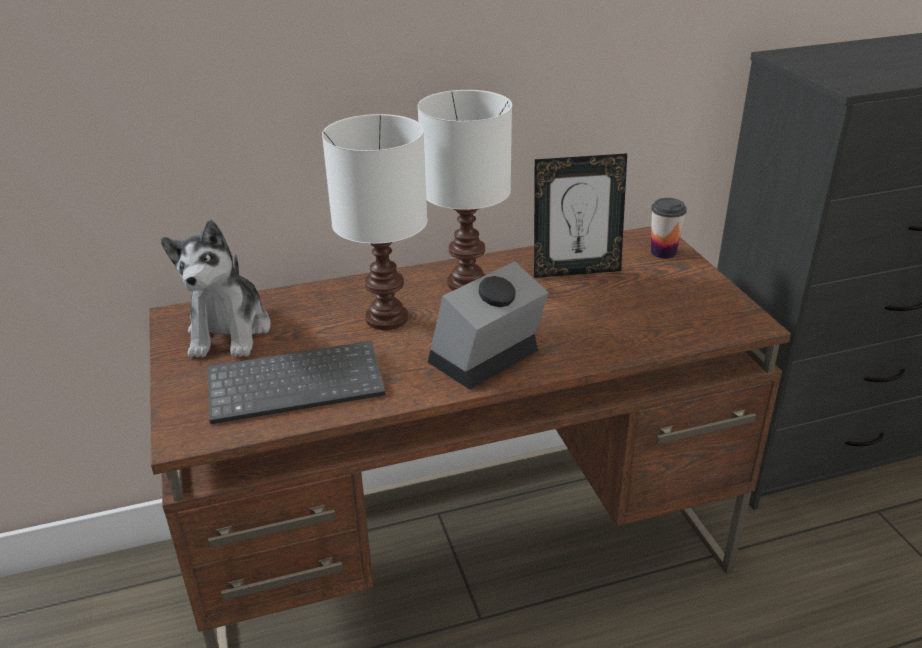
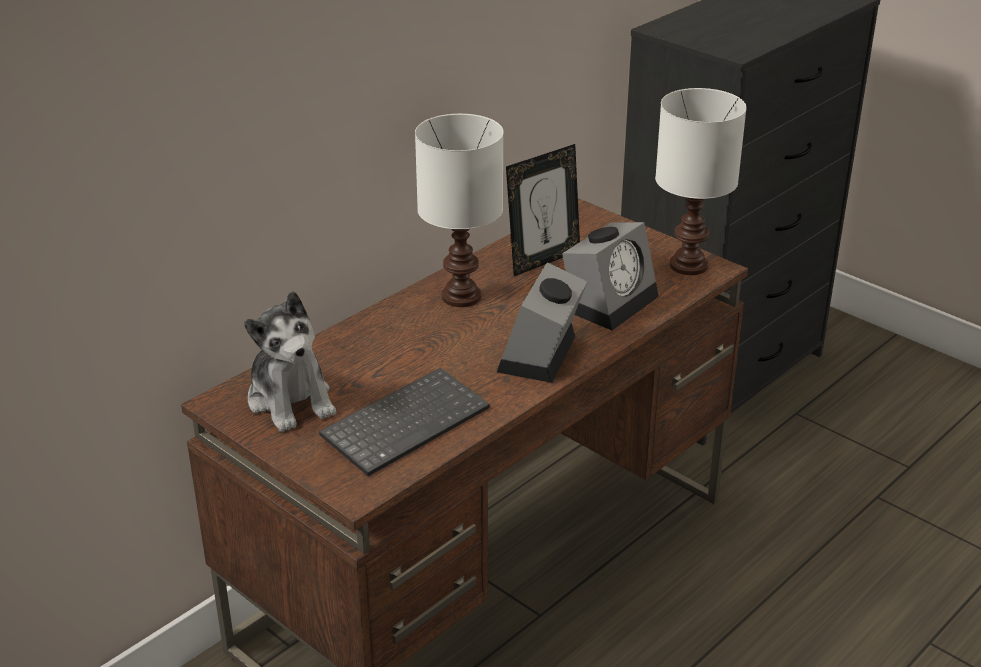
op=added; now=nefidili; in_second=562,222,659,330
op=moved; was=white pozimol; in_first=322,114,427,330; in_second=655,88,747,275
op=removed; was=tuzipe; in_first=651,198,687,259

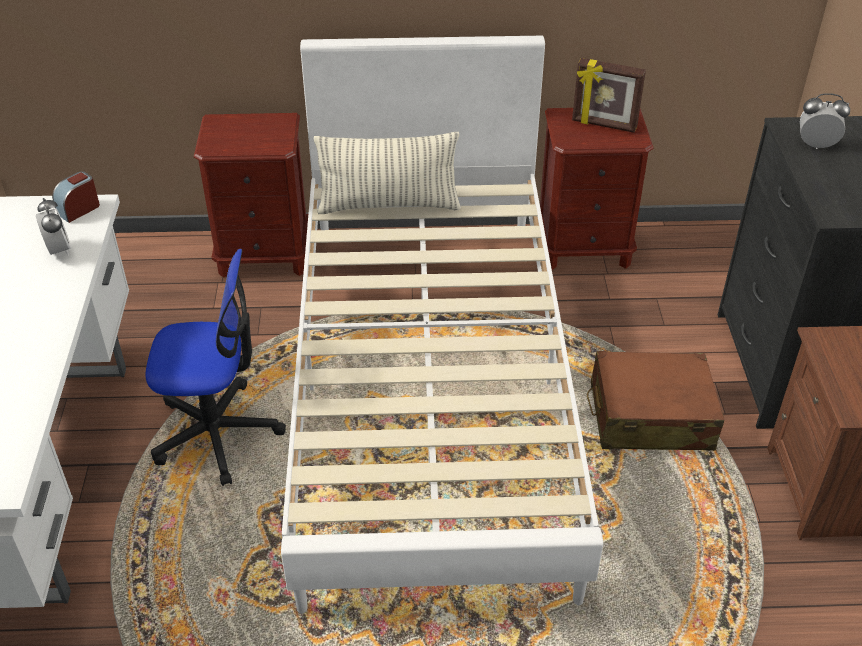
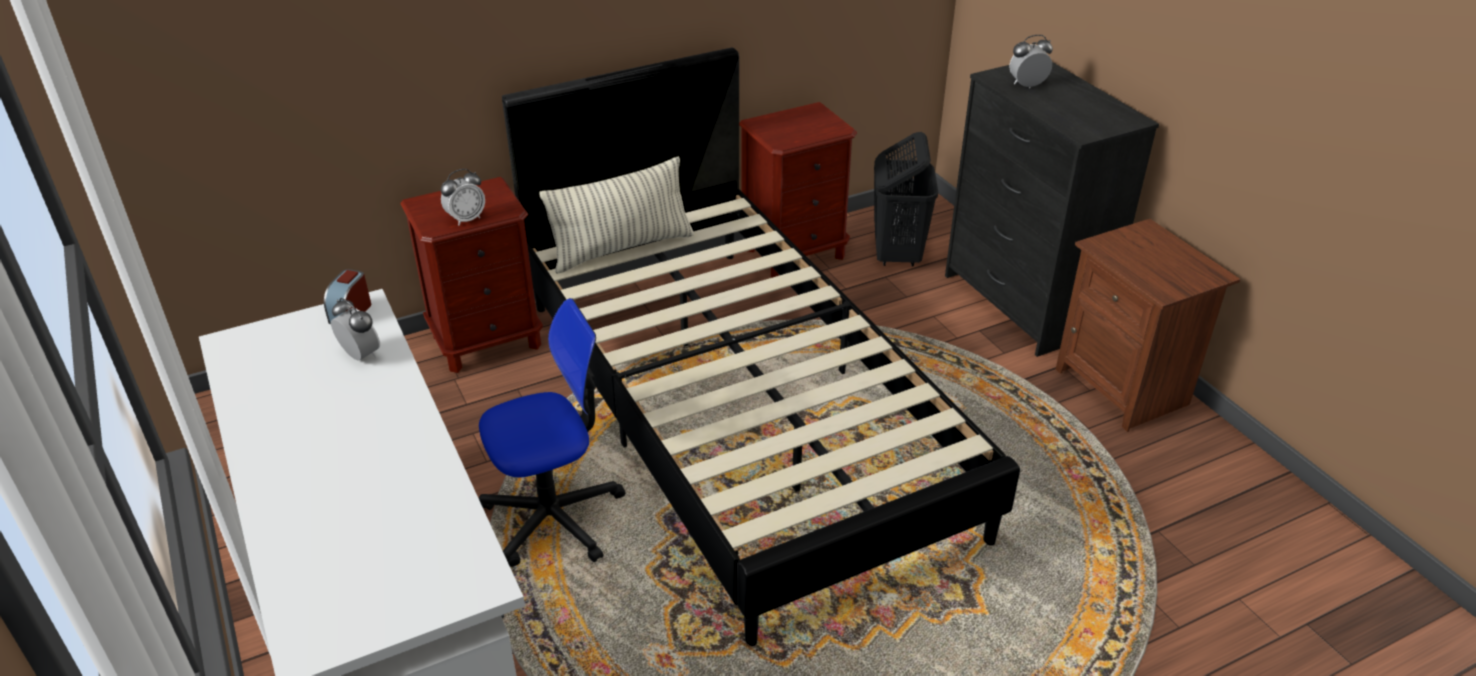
op=added; now=nefidili; in_second=441,169,485,226
op=recoloured; was=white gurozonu; now=black gurozonu; in_first=281,36,603,614; in_second=502,48,1020,646
op=added; now=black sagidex; in_second=874,132,938,267
op=removed; was=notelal; in_first=572,58,646,133
op=removed; was=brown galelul; in_first=587,351,725,451

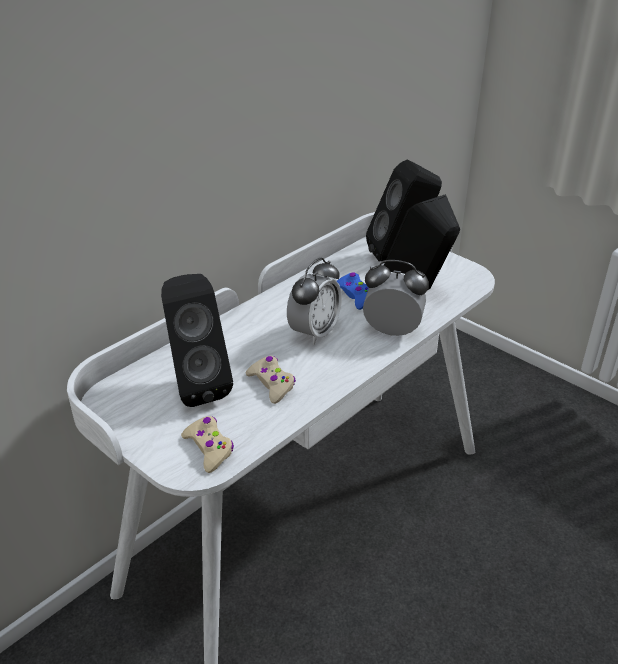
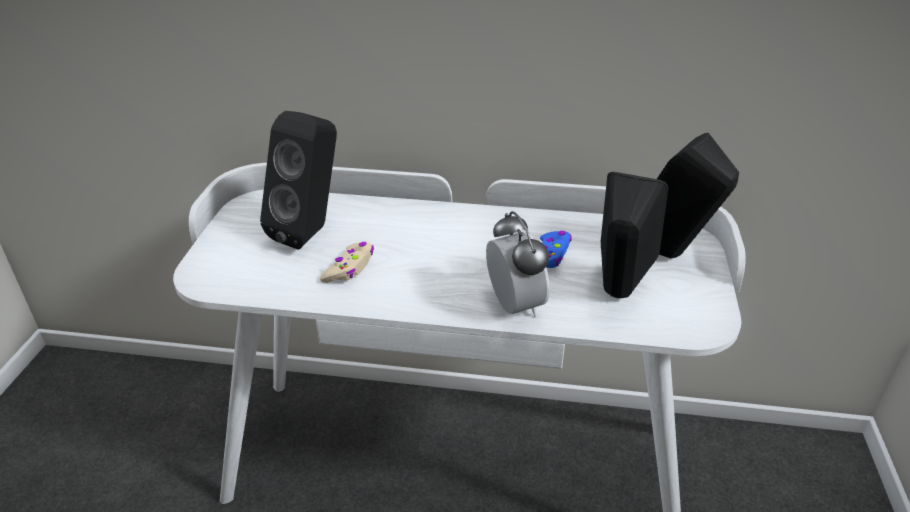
op=removed; was=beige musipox; in_first=181,416,234,473
op=removed; was=nefidili; in_first=287,258,342,345

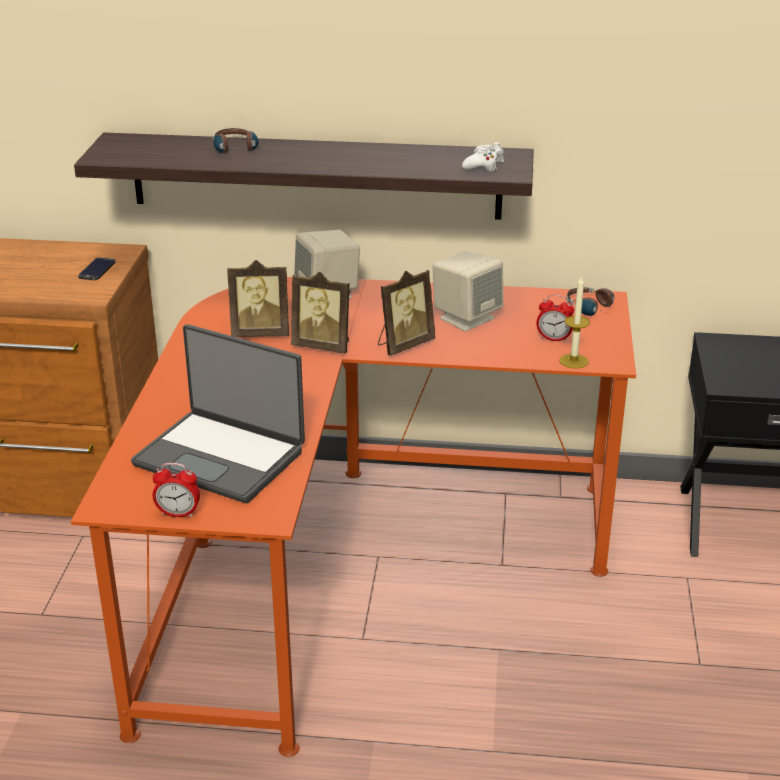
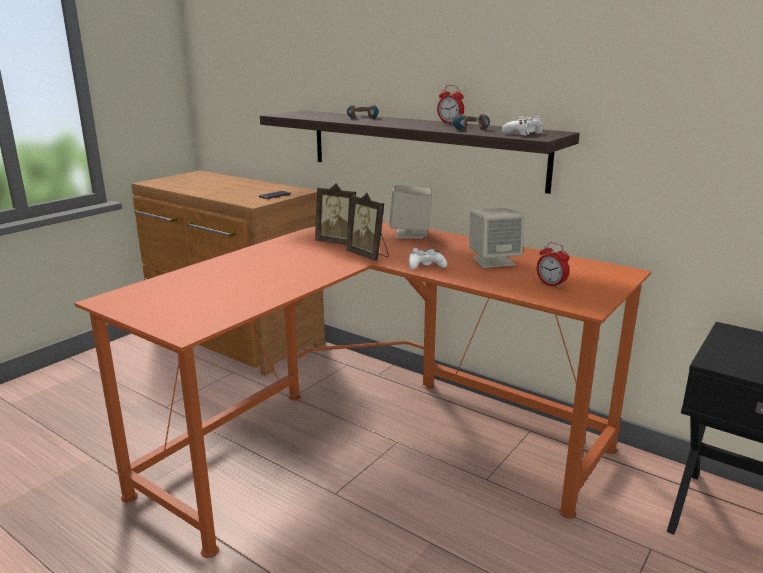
op=replaced; was=notelal; now=white musipox; in_first=378,270,435,356; in_second=409,248,447,269
op=moved; was=nefidili; in_first=153,463,200,518; in_second=437,85,464,123
op=moved; was=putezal; in_first=567,287,614,316; in_second=451,114,490,130
op=removed; was=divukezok; in_first=131,324,305,503
op=removed; was=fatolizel; in_first=559,275,590,368

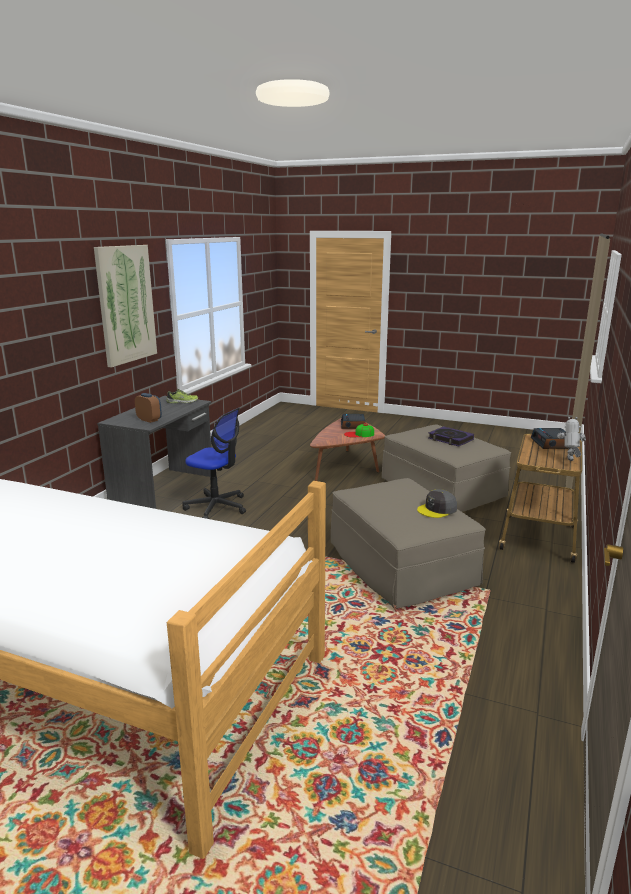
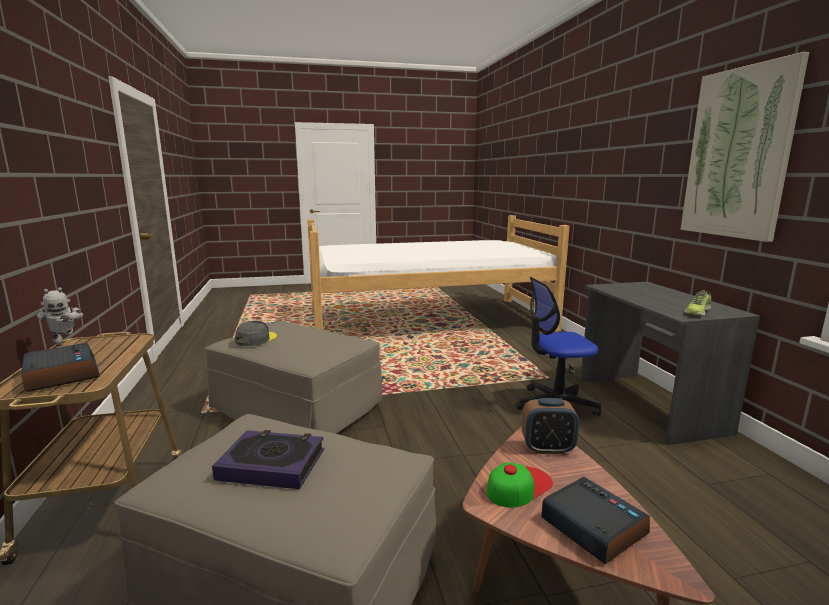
op=moved; was=nefidili; in_first=135,393,162,423; in_second=522,398,579,454

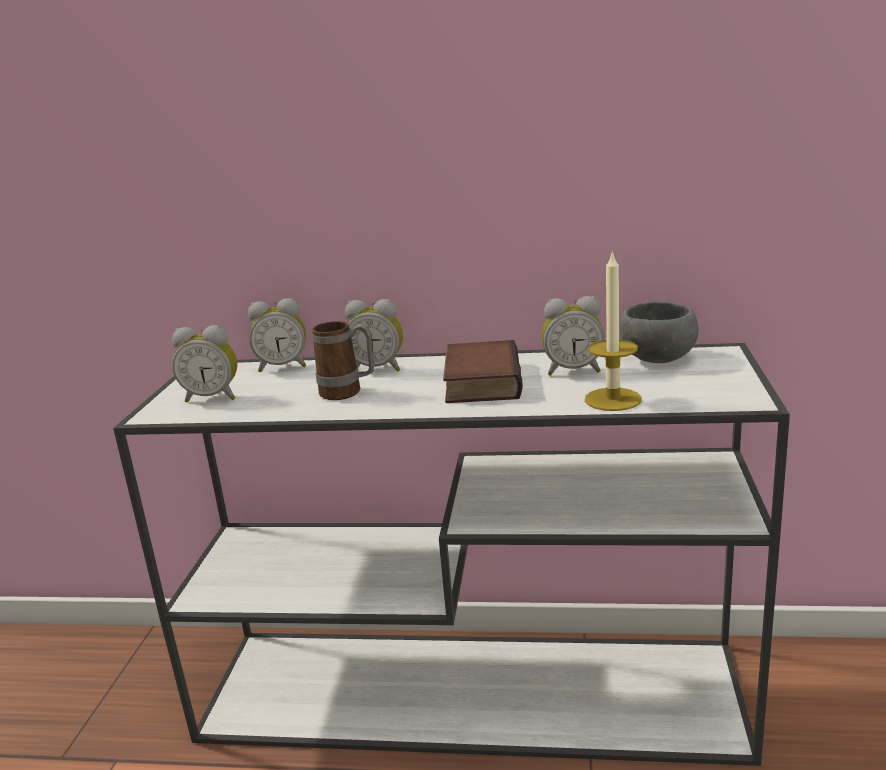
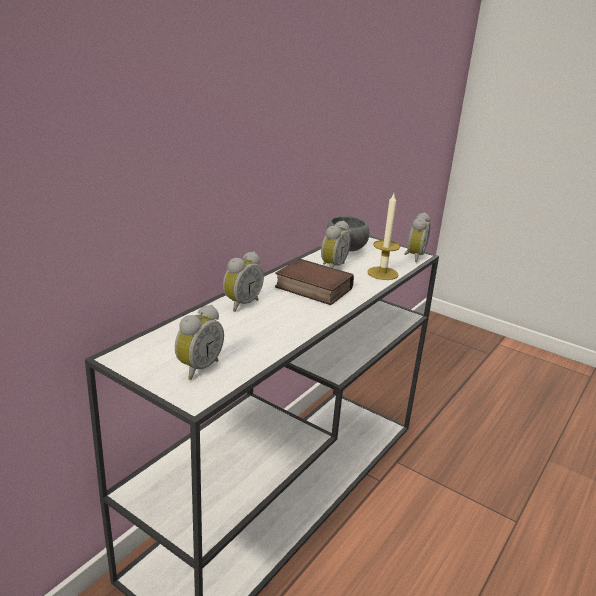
op=moved; was=nefidili; in_first=248,298,306,372; in_second=404,212,430,262
op=removed; was=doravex; in_first=312,321,374,400

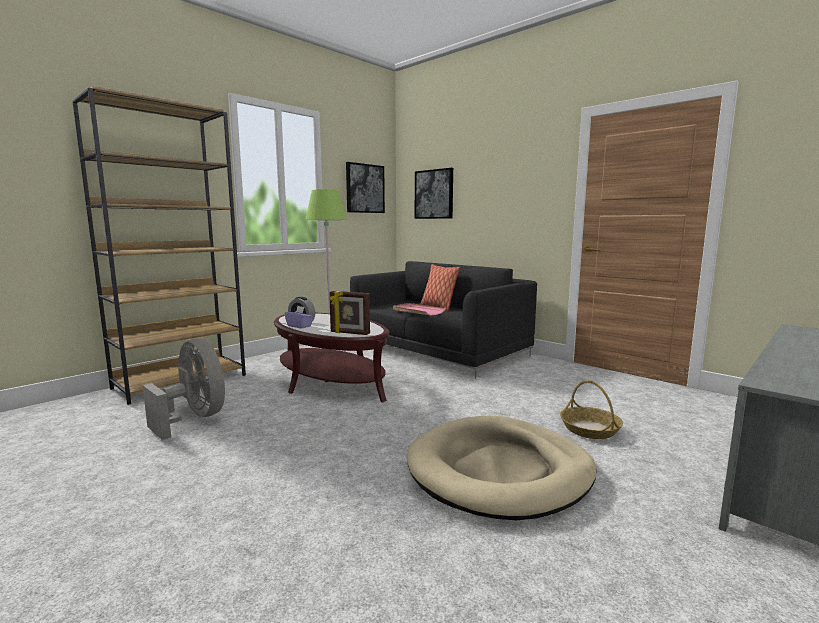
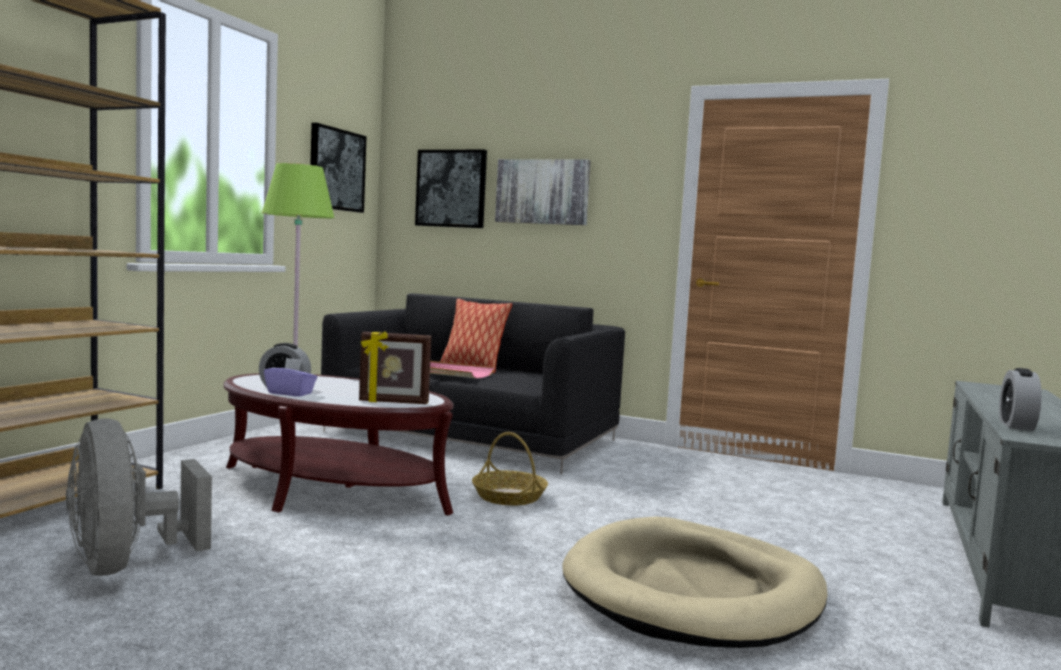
op=turned; was=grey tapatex; in_first=143,339,225,440; in_second=66,418,212,576; clockwise=-150
op=moved; was=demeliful; in_first=560,380,623,439; in_second=472,432,548,506
op=added; now=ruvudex; in_second=495,159,591,225
op=added; now=nefidili; in_second=999,368,1042,431

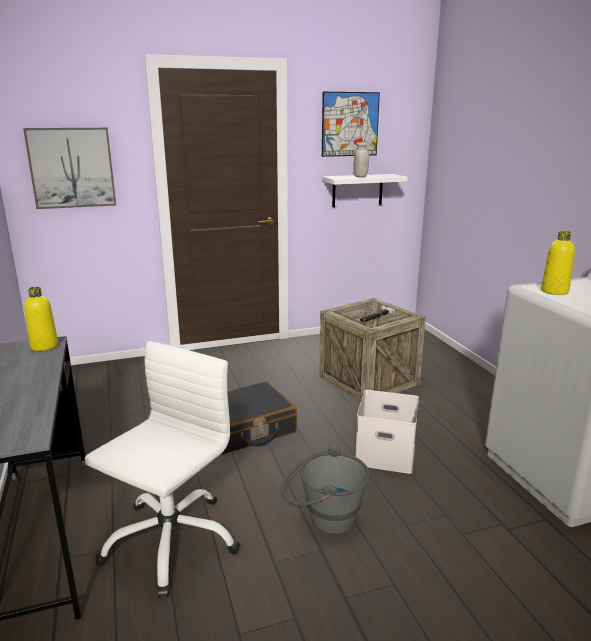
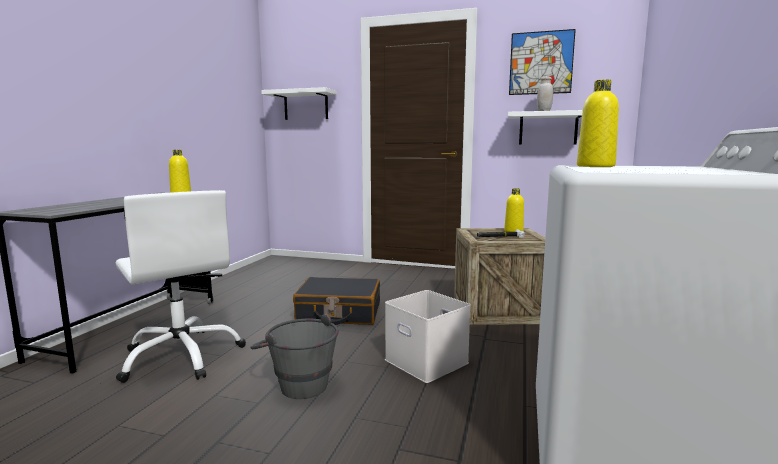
op=turned; was=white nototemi; in_first=85,341,240,598; in_second=116,190,246,383; clockwise=75
op=replaced; was=ruvudex; now=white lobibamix; in_first=23,128,116,209; in_second=261,87,337,120
op=added; now=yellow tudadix; in_second=504,188,524,232

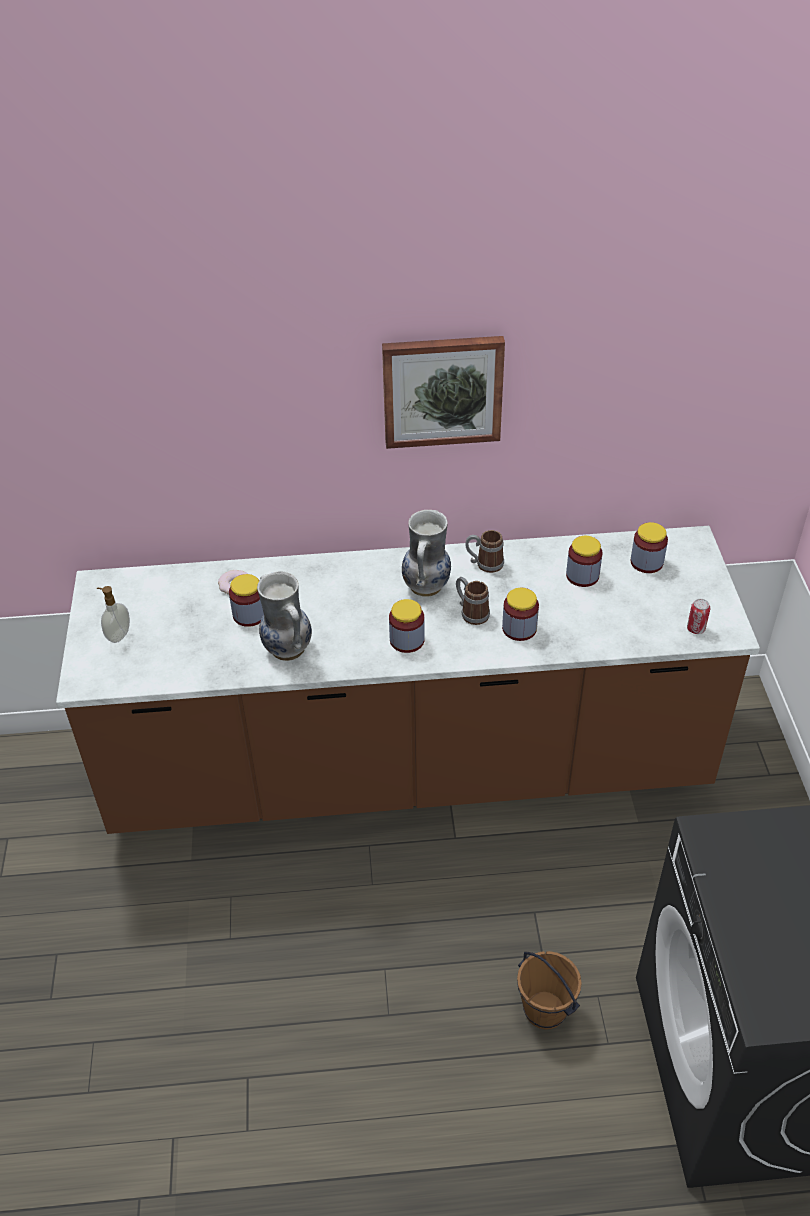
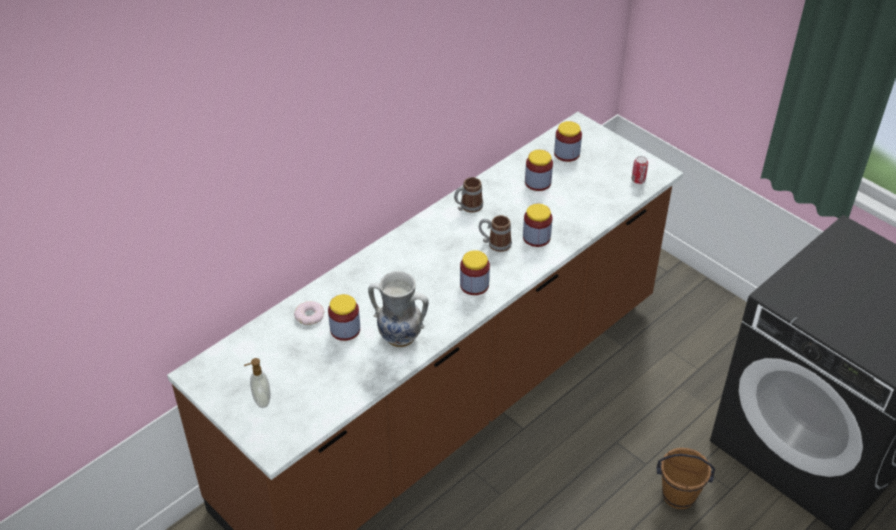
op=removed; was=ruvudex; in_first=382,336,505,449
op=removed; was=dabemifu; in_first=402,510,451,597

